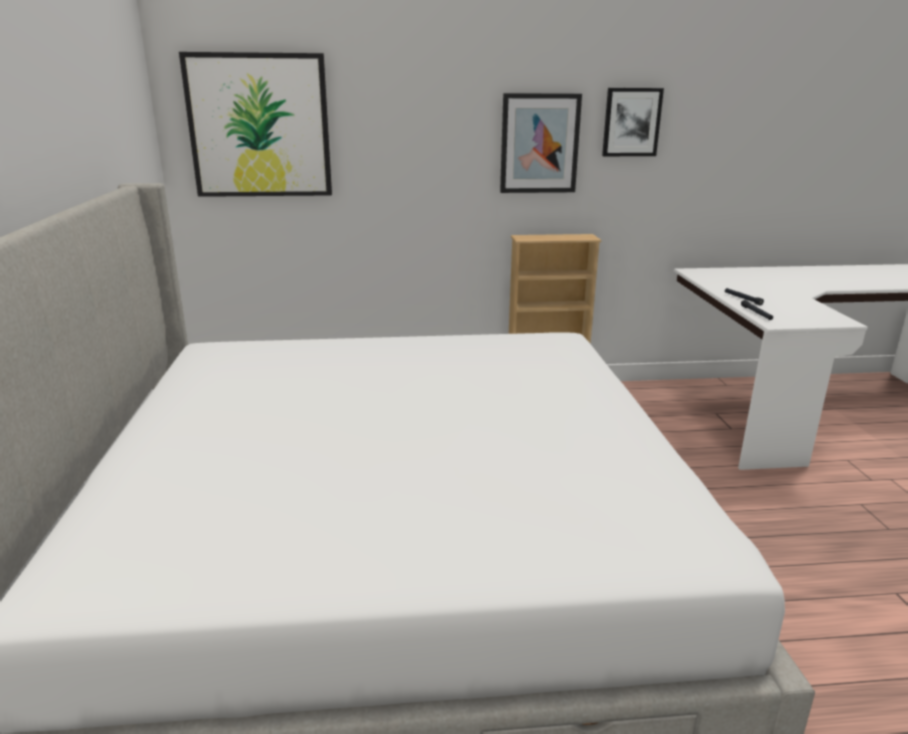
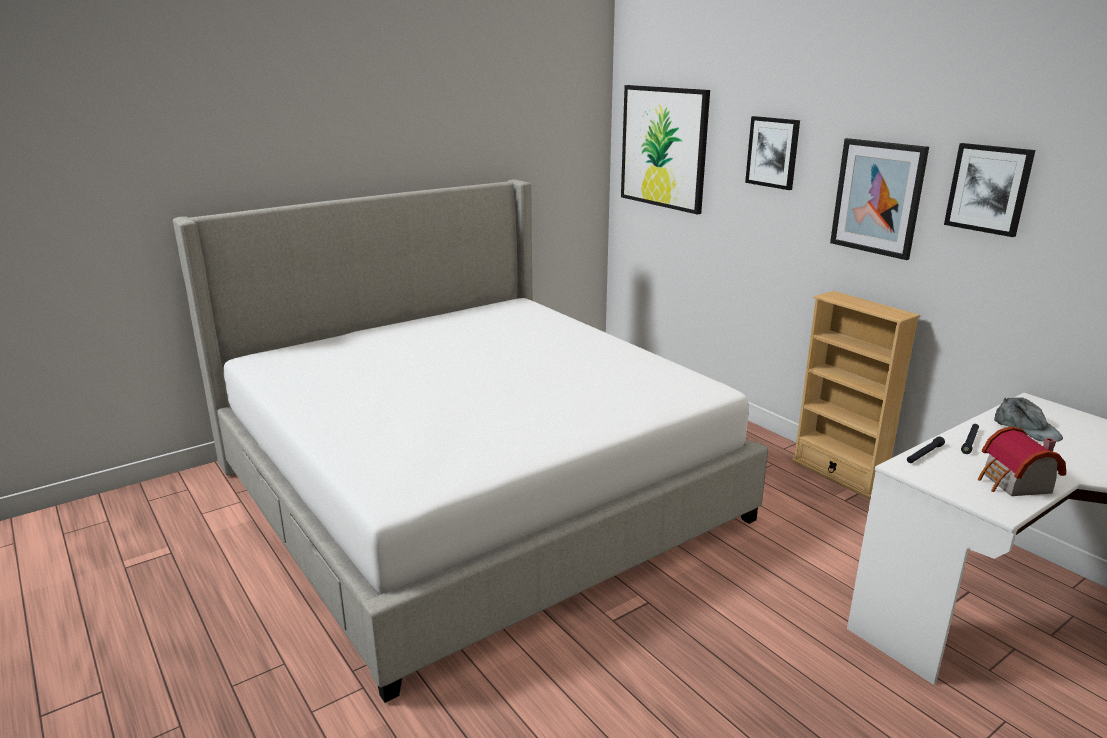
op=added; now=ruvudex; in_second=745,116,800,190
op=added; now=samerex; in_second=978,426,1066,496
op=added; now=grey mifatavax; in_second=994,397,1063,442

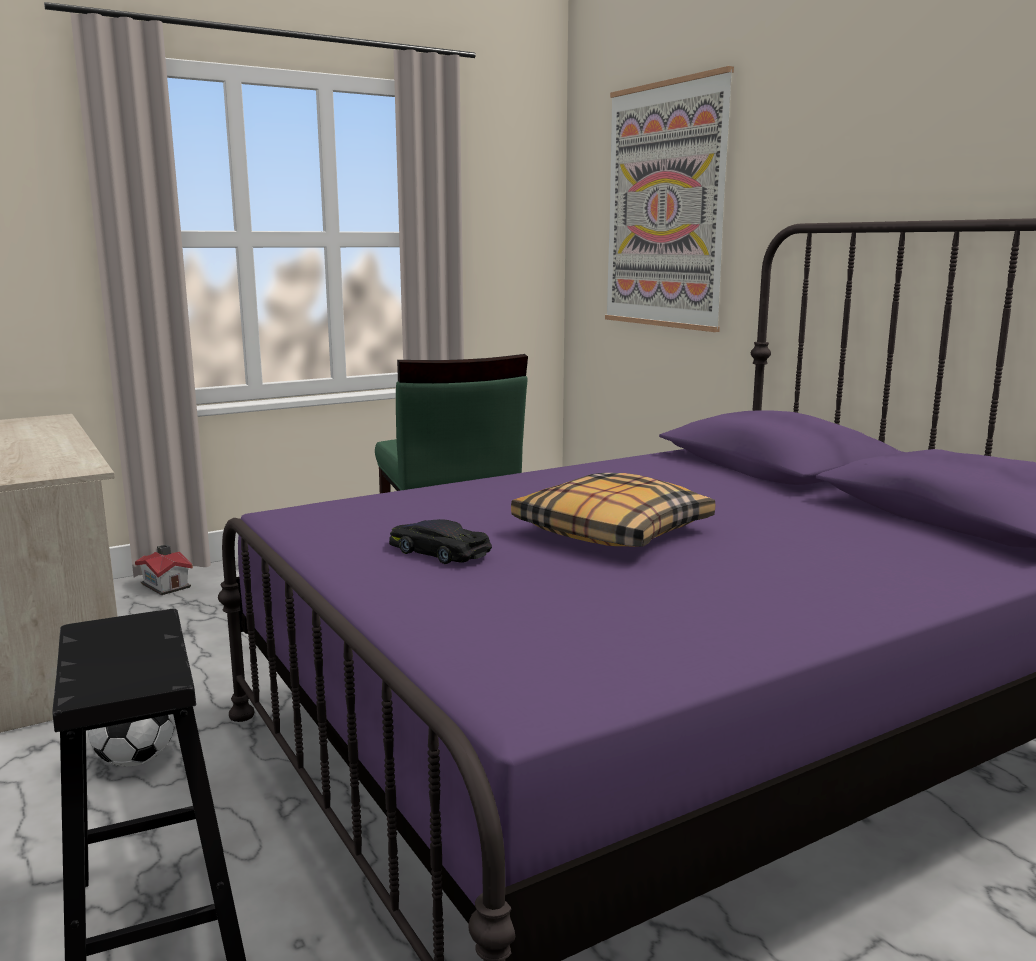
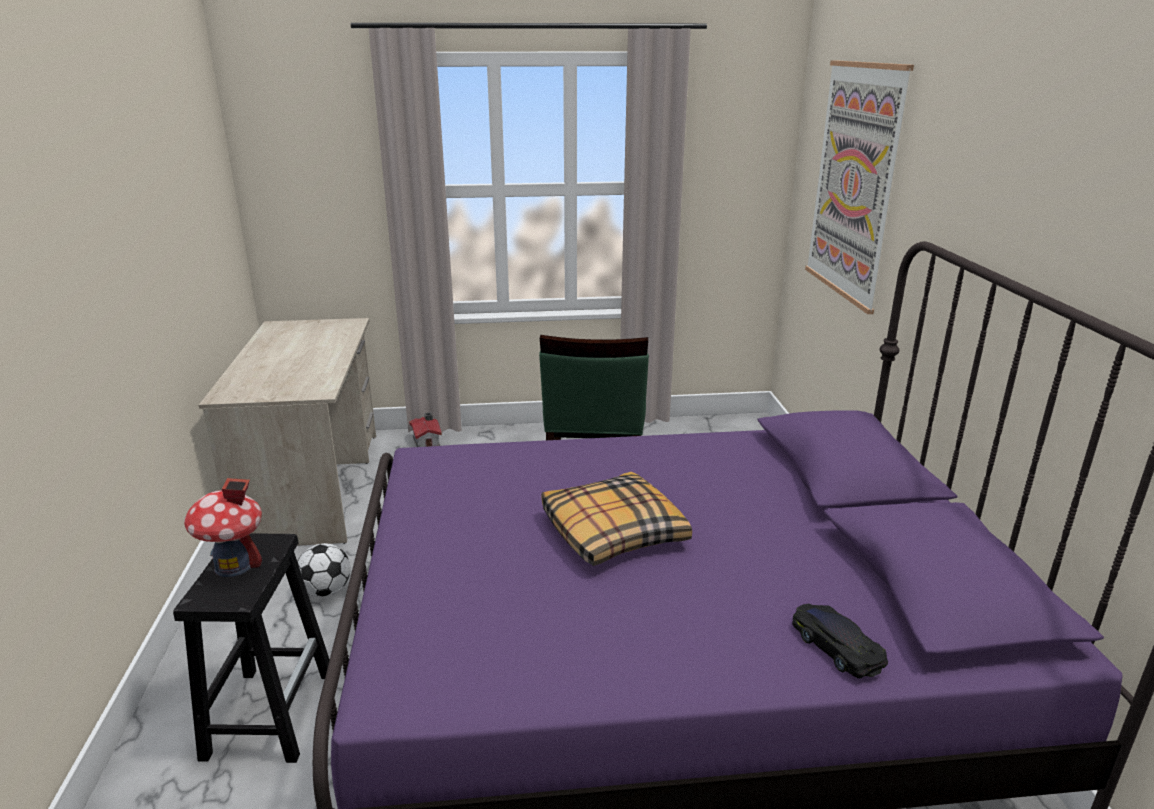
op=added; now=samerex; in_second=184,478,262,577
op=moved; was=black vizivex; in_first=389,519,492,564; in_second=792,604,888,678

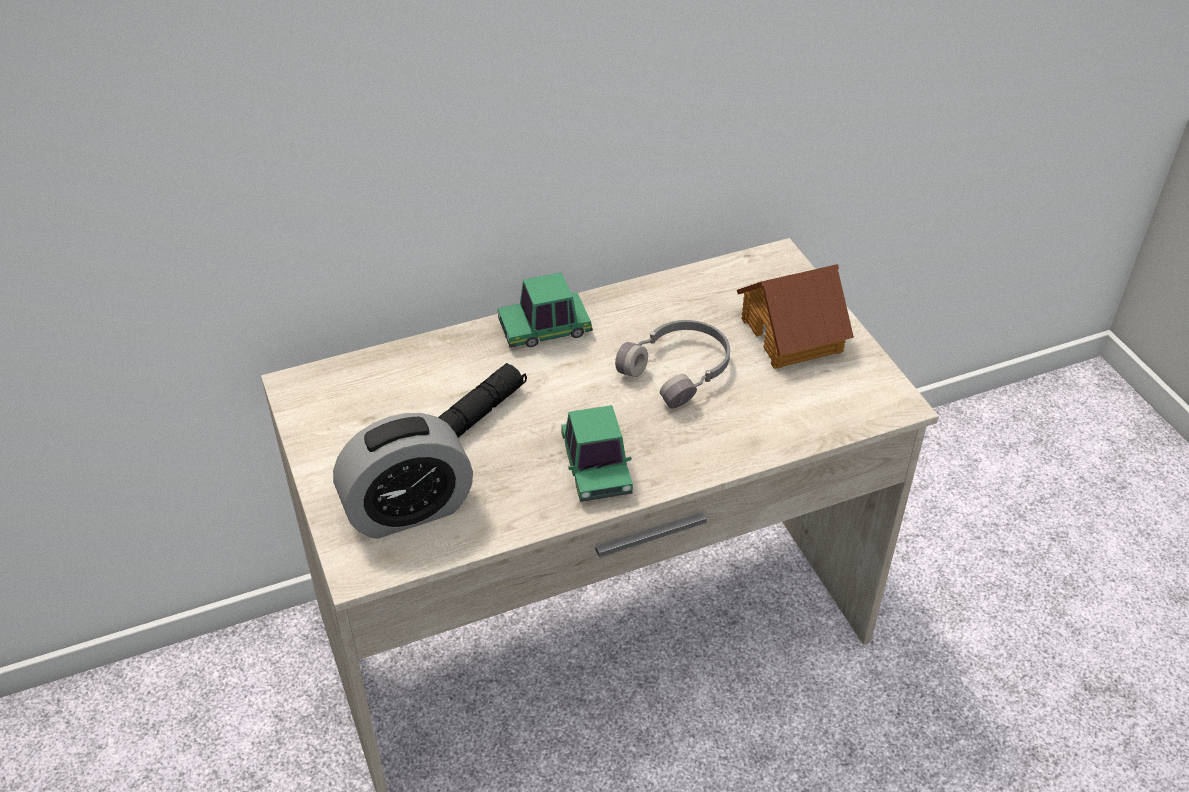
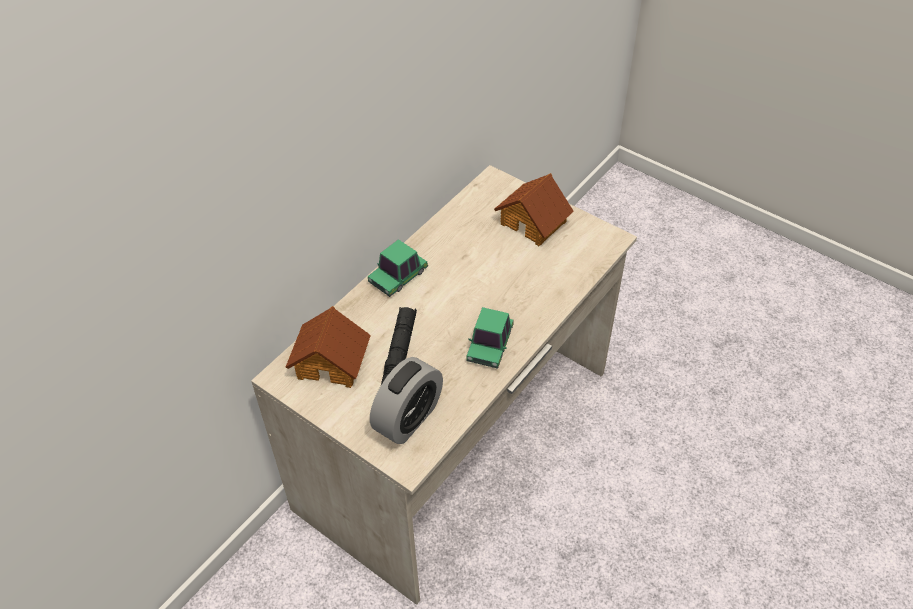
op=added; now=samerex; in_second=286,306,371,388
op=turned; was=vizivex; in_first=561,405,633,502; in_second=466,307,513,369; clockwise=60
op=removed; was=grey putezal; in_first=615,320,730,409

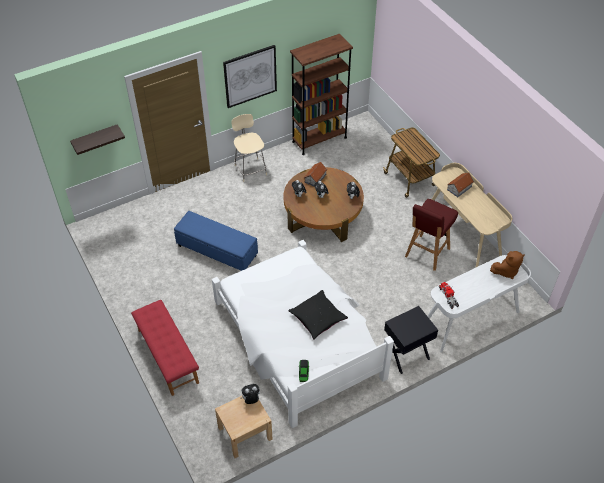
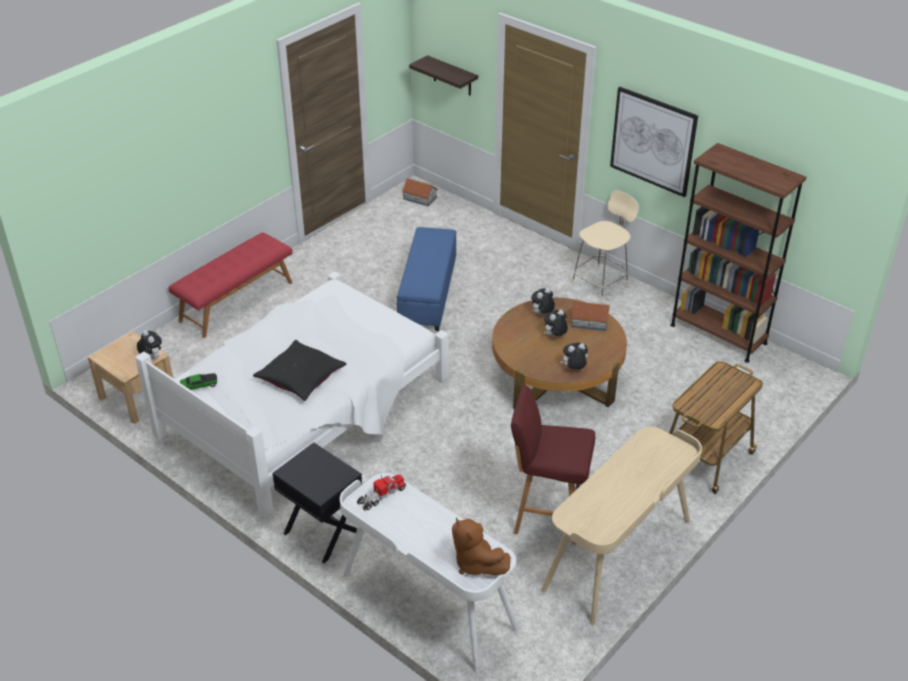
op=moved; was=samerex; in_first=447,173,474,197; in_second=402,178,438,206

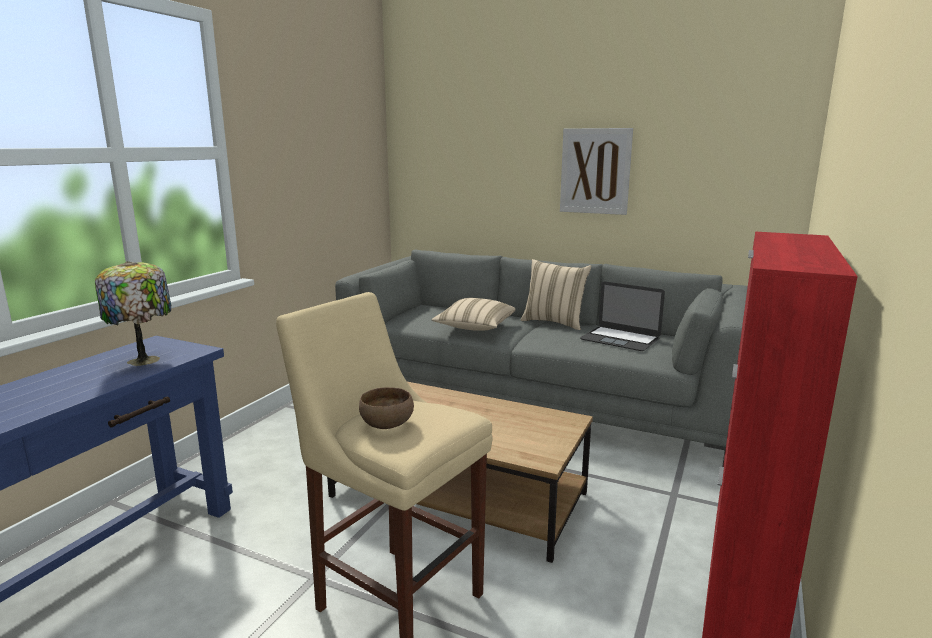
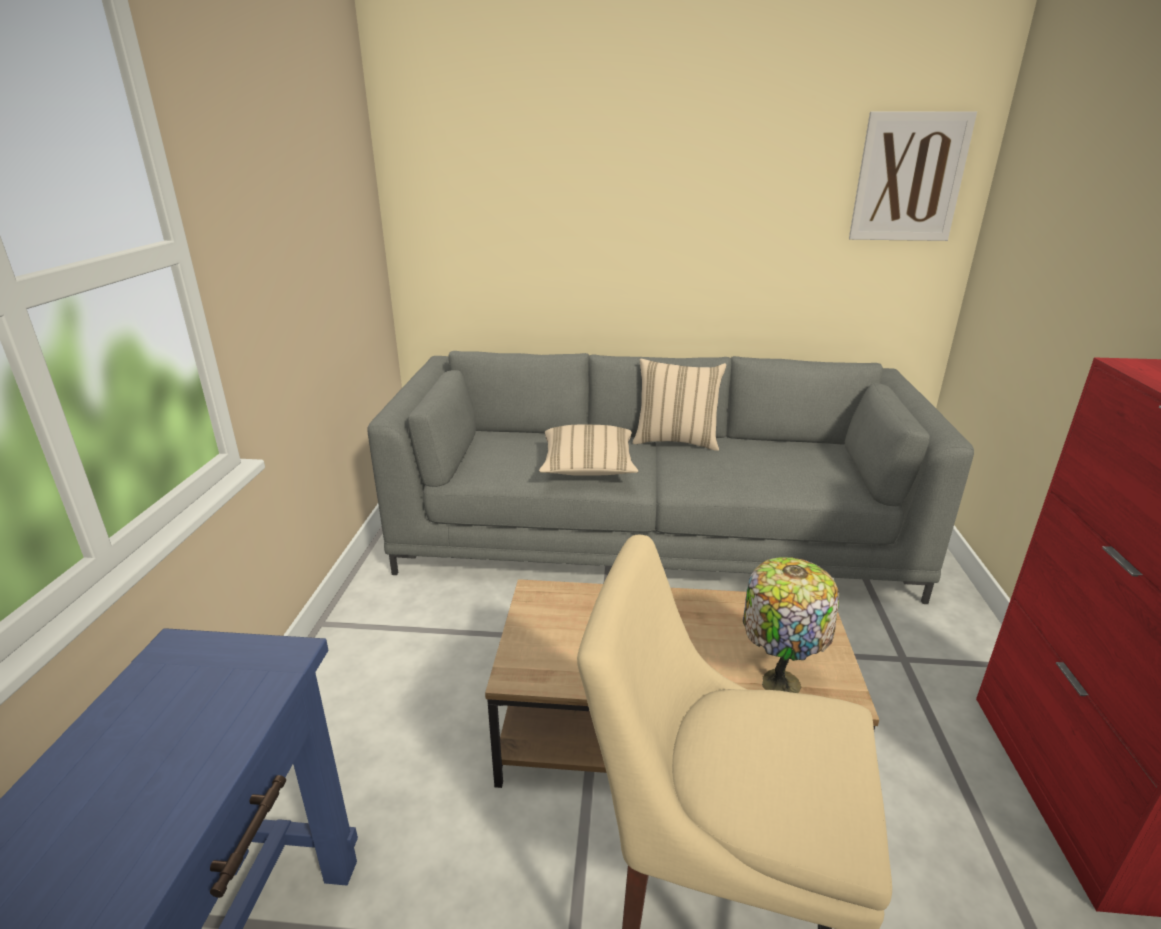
op=moved; was=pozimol; in_first=95,261,171,366; in_second=743,557,839,693
op=moved; was=ruvudex; in_first=560,128,633,215; in_second=849,111,977,241
op=removed; was=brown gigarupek; in_first=359,387,414,429
op=removed; was=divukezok; in_first=580,282,665,351

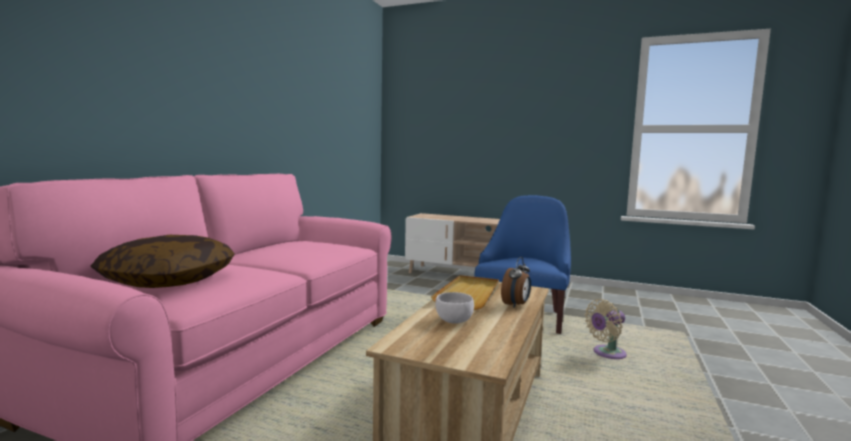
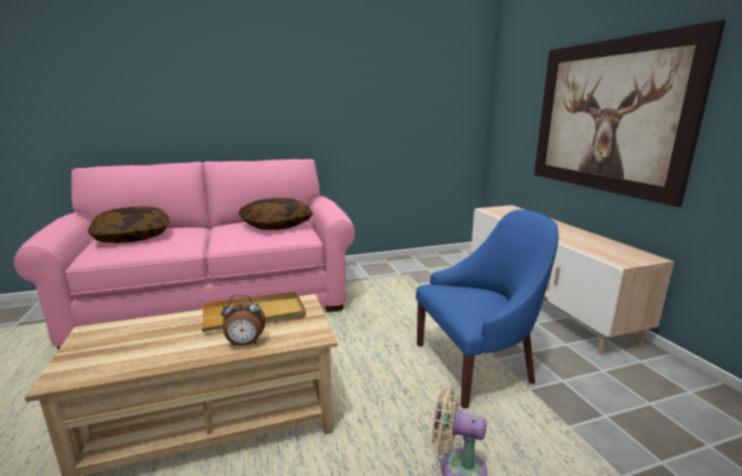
op=added; now=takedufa; in_second=238,197,313,230
op=added; now=ruvudex; in_second=534,20,726,207
op=removed; was=white gigarupek; in_first=436,292,474,324

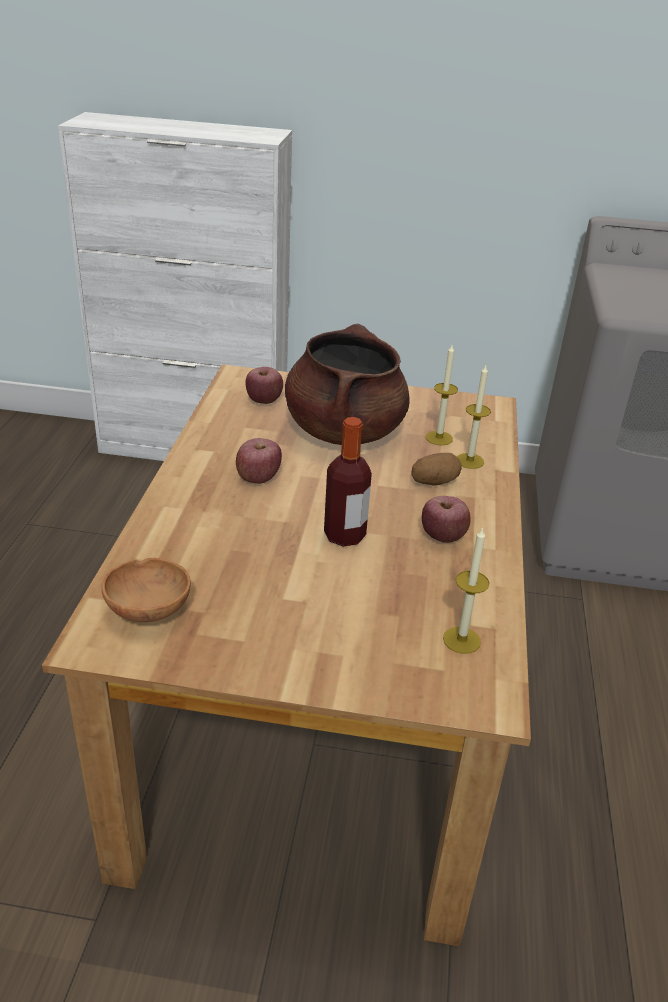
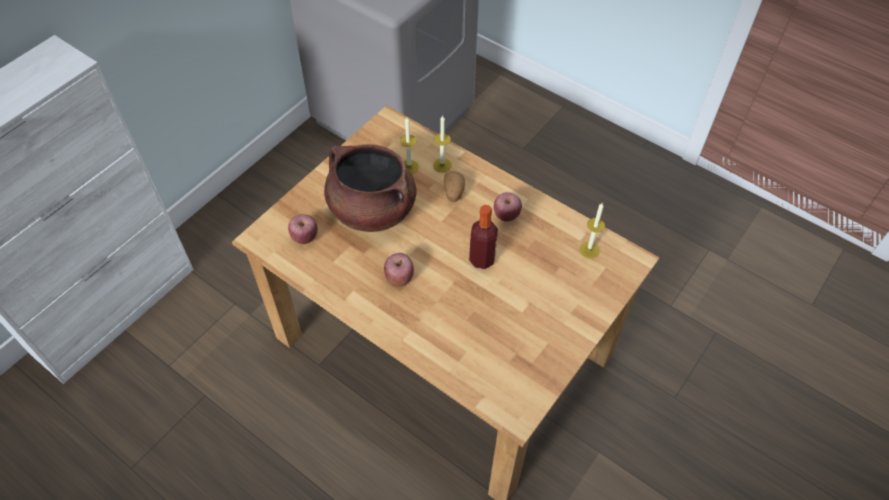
op=removed; was=brown gigarupek; in_first=102,558,191,622

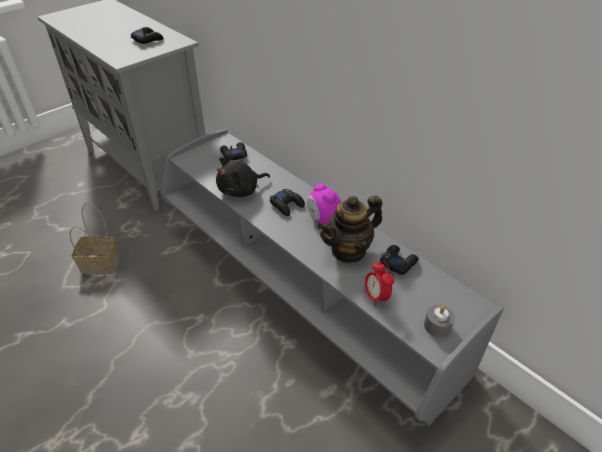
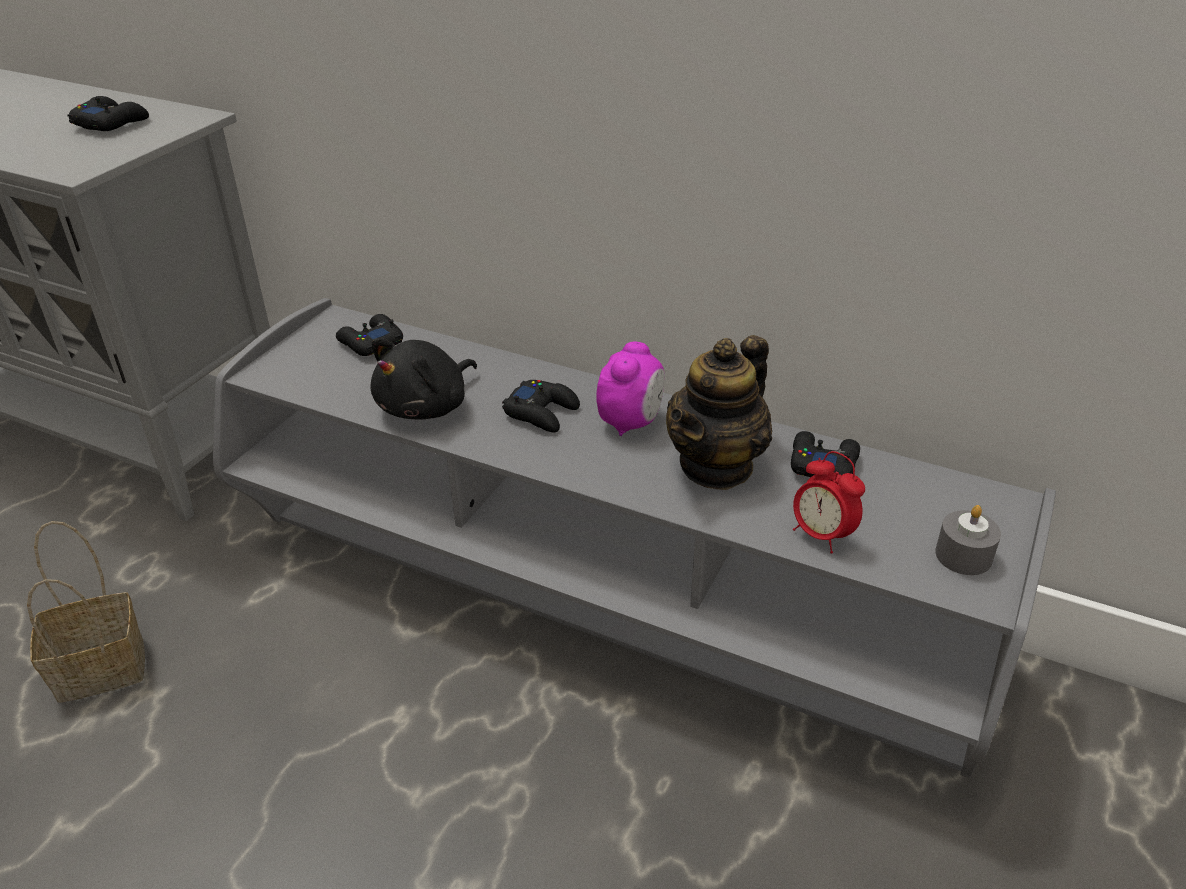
op=turned; was=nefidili; in_first=307,184,341,224; in_second=596,342,665,436; clockwise=-105

